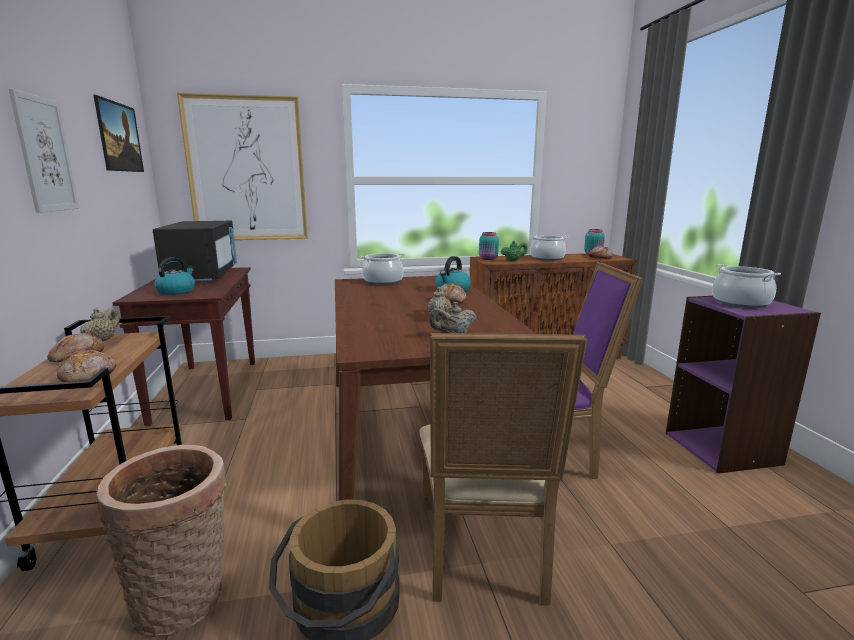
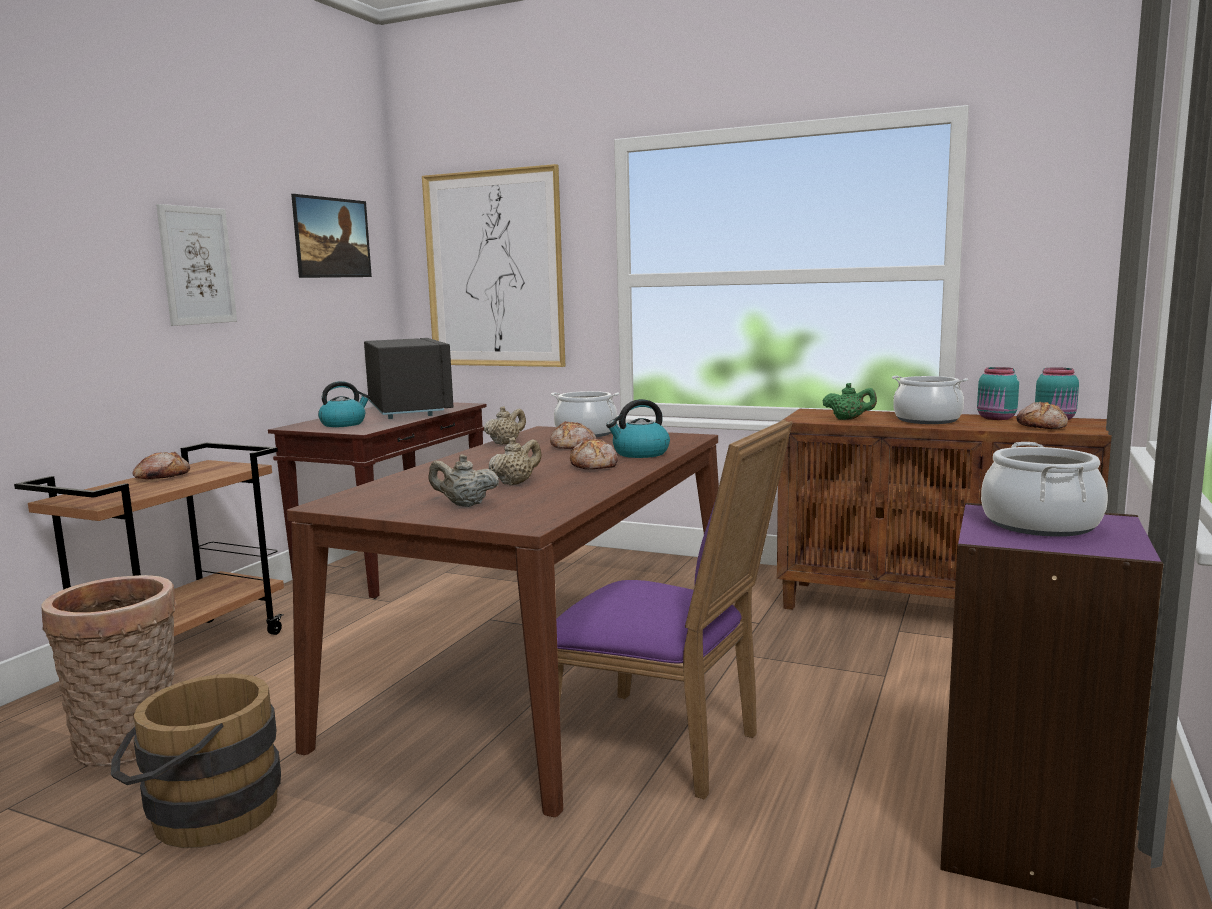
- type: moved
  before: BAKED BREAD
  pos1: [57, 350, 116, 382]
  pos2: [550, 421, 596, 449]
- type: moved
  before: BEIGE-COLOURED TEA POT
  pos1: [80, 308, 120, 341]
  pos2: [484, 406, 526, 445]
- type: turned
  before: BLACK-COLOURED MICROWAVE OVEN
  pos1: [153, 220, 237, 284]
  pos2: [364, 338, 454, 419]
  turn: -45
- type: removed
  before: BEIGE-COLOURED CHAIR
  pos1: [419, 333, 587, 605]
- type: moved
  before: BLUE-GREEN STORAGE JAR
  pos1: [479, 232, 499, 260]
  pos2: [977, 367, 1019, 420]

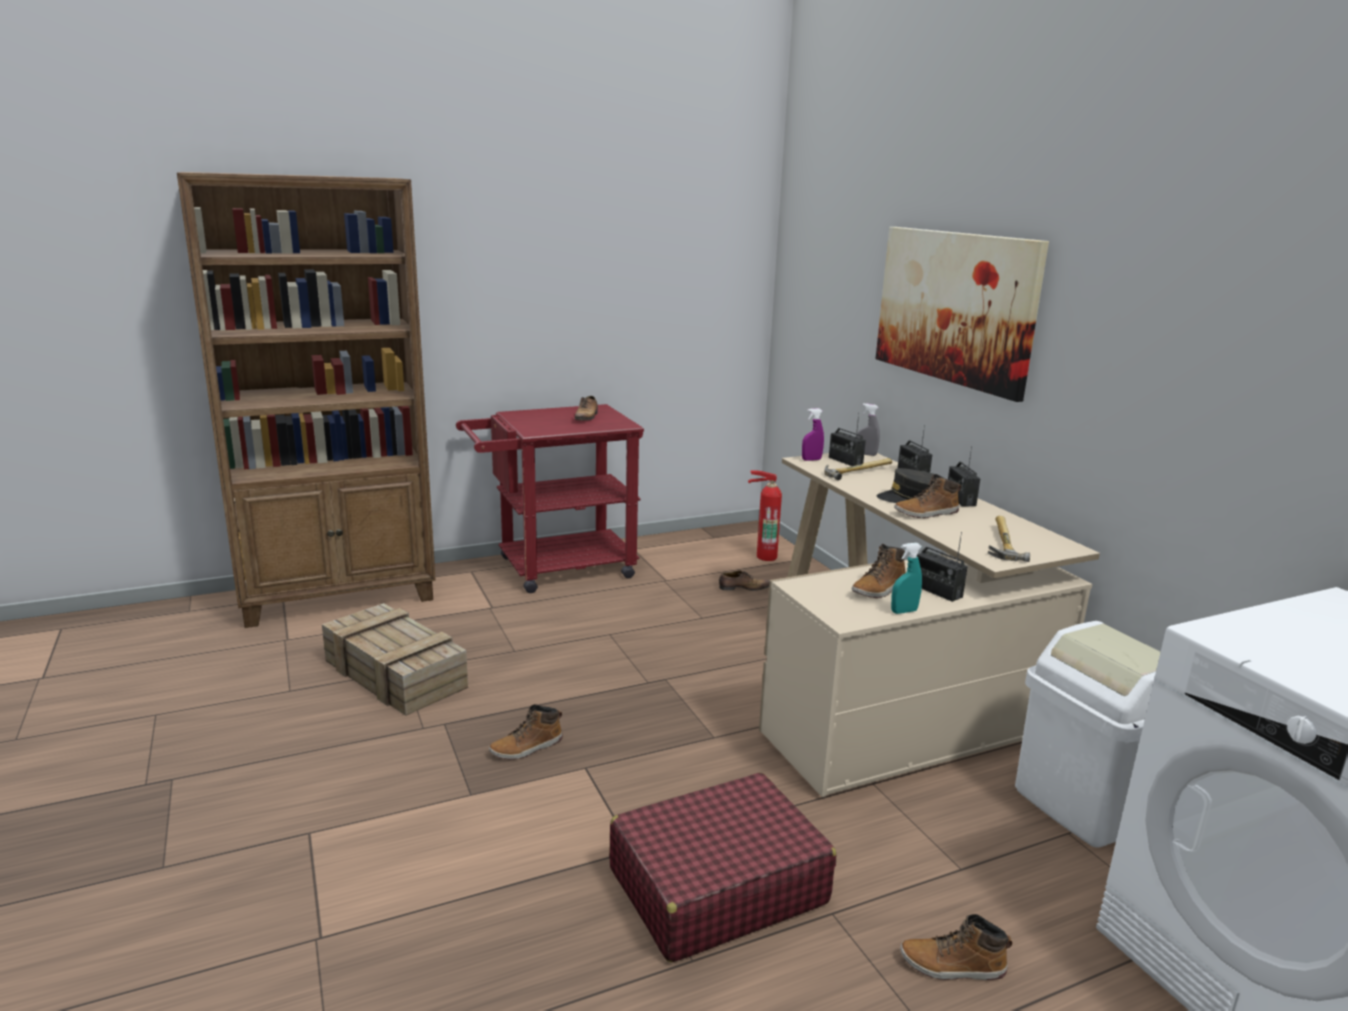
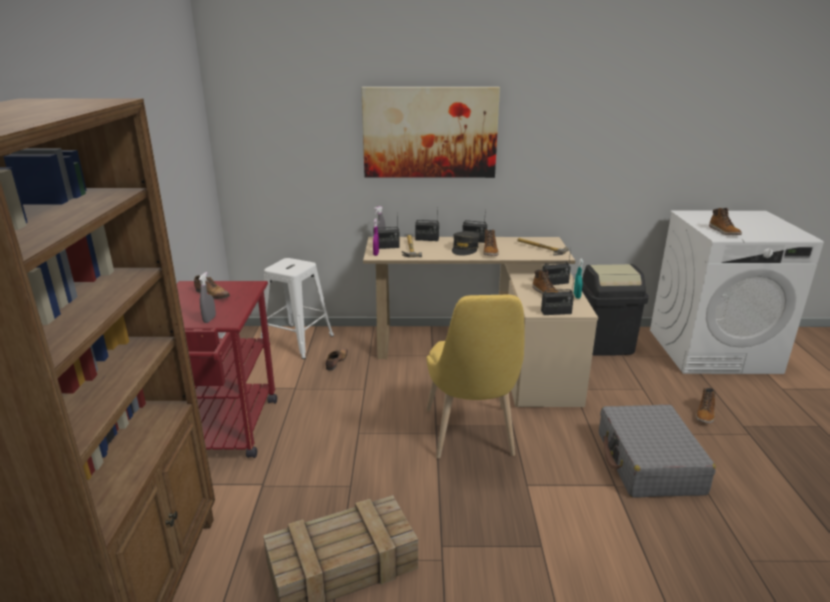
- type: moved
  before: BOOT
  pos1: [489, 704, 563, 760]
  pos2: [709, 208, 742, 235]
- type: recoloured
  before: REDDISH SUITCASE
  after: GREYISH SUITCASE
  pos1: [609, 772, 836, 962]
  pos2: [599, 404, 716, 497]
- type: replaced
  before: EXTINGUISHER
  after: WHITISH SITTING STOOL
  pos1: [748, 470, 782, 561]
  pos2: [261, 258, 334, 359]
- type: recoloured
  before: WHITISH WASTE BIN
  after: BLACK-COLOURED WASTE BIN
  pos1: [1015, 621, 1160, 848]
  pos2: [582, 264, 649, 356]
- type: added
  after: GREYISH SPRAY BOTTLE
  pos2: [198, 272, 216, 323]
- type: added
  after: YELLOW CHAIR
  pos2: [426, 295, 524, 458]
- type: added
  after: RADIO RECEIVER
  pos2: [541, 279, 574, 315]

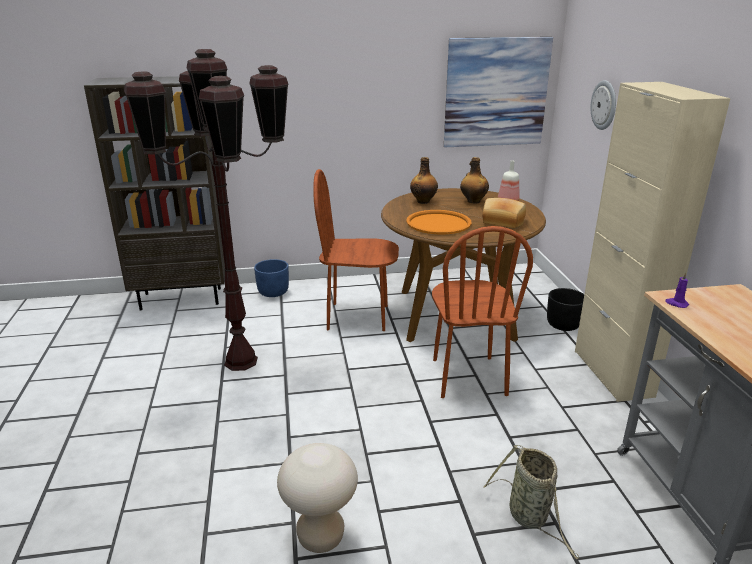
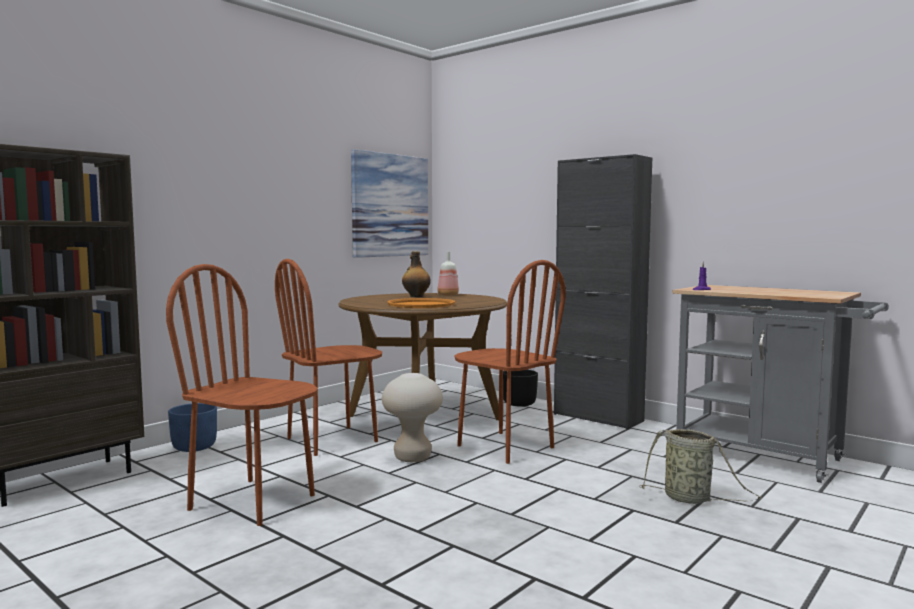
- type: replaced
  before: BROWN-COLOURED STANDING LAMP
  after: BROWN-COLOURED CHAIR
  pos1: [124, 49, 289, 371]
  pos2: [166, 264, 318, 526]
- type: moved
  before: BEIGE-COLOURED SITTING STOOL
  pos1: [277, 443, 358, 553]
  pos2: [382, 373, 443, 462]
- type: removed
  before: BEVERAGE BOTTLE
  pos1: [410, 157, 438, 204]
- type: removed
  before: BAKED BREAD
  pos1: [482, 198, 526, 228]
- type: recoloured
  before: BEIGE-COLOURED CUPBOARD
  after: BLACK-COLOURED CUPBOARD
  pos1: [575, 82, 730, 402]
  pos2: [554, 154, 652, 430]
- type: removed
  before: HANGING CLOCK
  pos1: [591, 80, 616, 130]

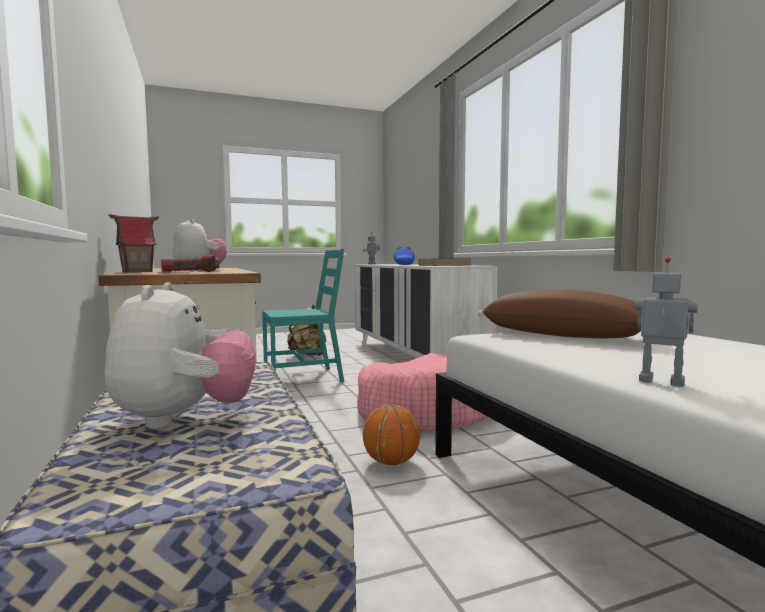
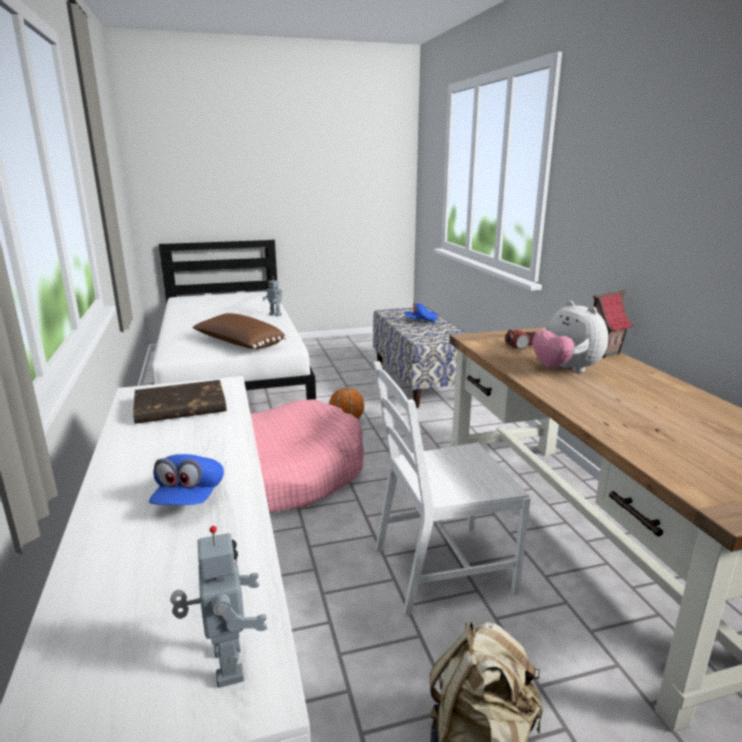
- type: replaced
  before: SOFT TOY
  after: BLUE-COLOURED PEAKED CAP
  pos1: [105, 282, 256, 429]
  pos2: [404, 301, 437, 322]
- type: recoloured
  before: BLUE-GREEN CHAIR
  after: WHITISH CHAIR
  pos1: [262, 249, 344, 382]
  pos2: [373, 361, 531, 616]

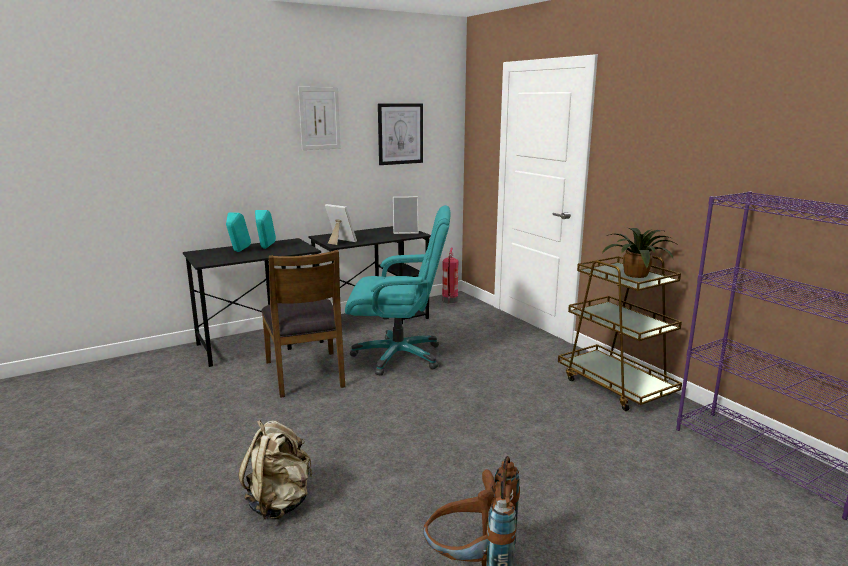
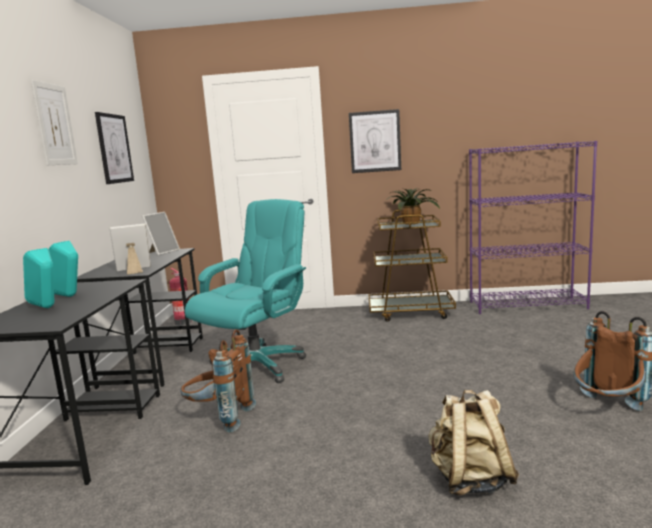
- type: replaced
  before: BROWN-COLOURED CHAIR
  after: BROWN-COLOURED BACKPACK
  pos1: [261, 250, 345, 398]
  pos2: [180, 329, 256, 432]
- type: added
  after: WALL PICTURE
  pos2: [349, 109, 401, 173]

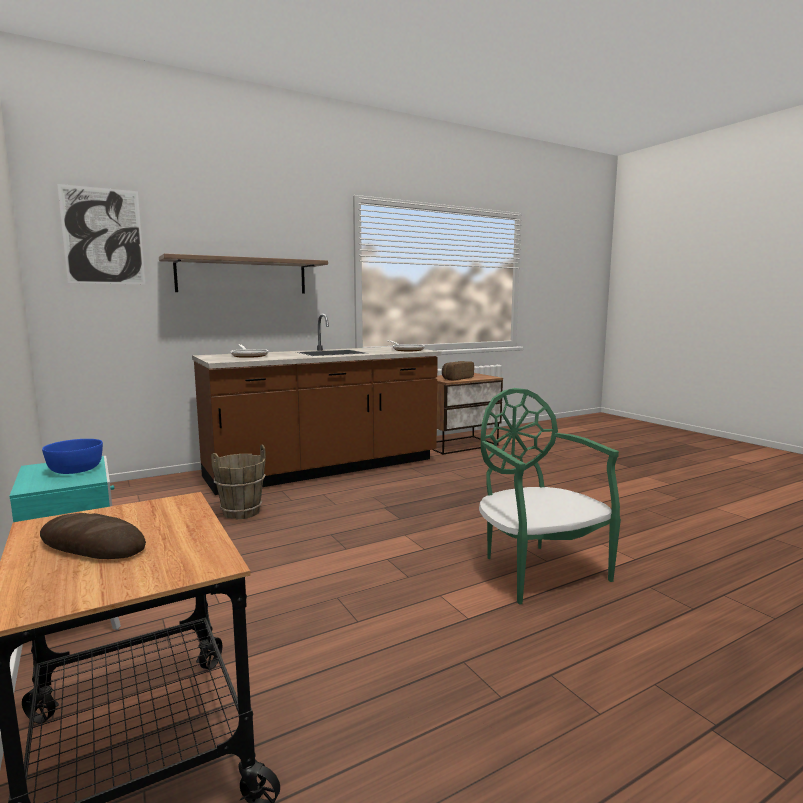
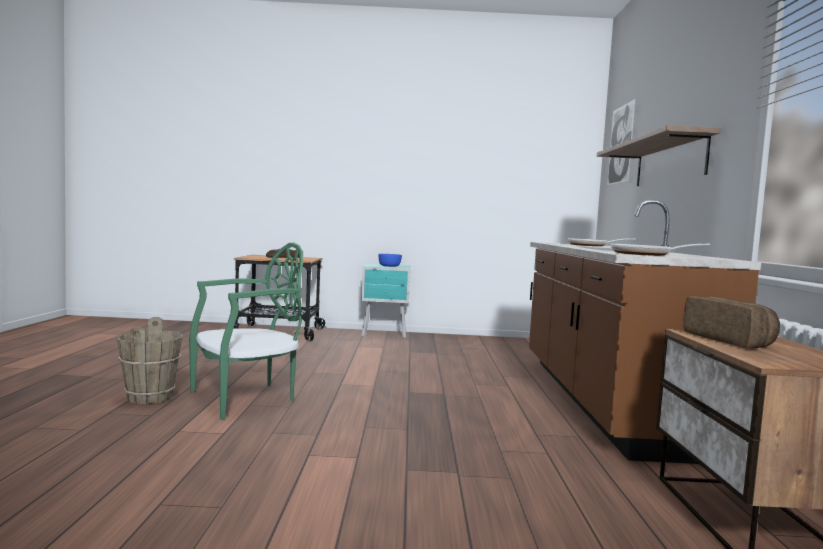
- type: moved
  before: BROWN-COLOURED WATER BUCKET
  pos1: [211, 445, 266, 520]
  pos2: [117, 317, 182, 404]
- type: turned
  before: GREEN-COLOURED CHAIR
  pos1: [479, 388, 621, 605]
  pos2: [189, 243, 303, 420]
  turn: -45

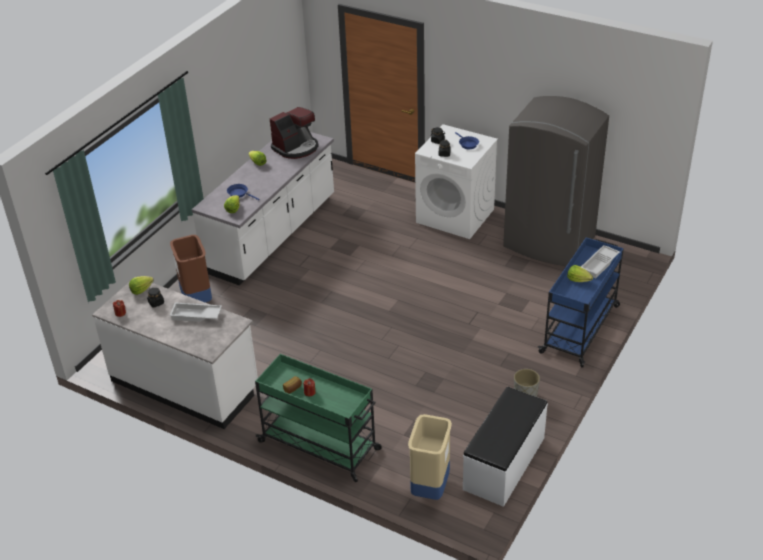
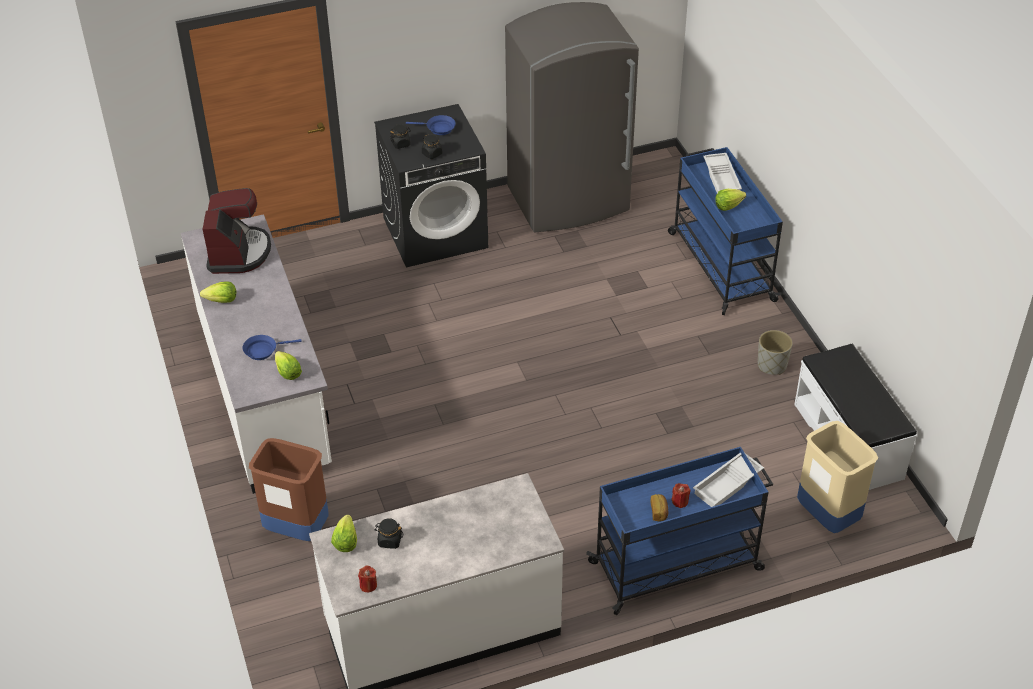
- type: moved
  before: WHITISH CARRYING TRAY
  pos1: [170, 302, 222, 322]
  pos2: [693, 452, 764, 507]
- type: recoloured
  before: GREEN-COLOURED CART
  after: BLUE-COLOURED CART
  pos1: [255, 354, 382, 482]
  pos2: [586, 447, 773, 615]
- type: recoloured
  before: WHITISH LAUNDRY MACHINE
  after: BLACK-COLOURED LAUNDRY MACHINE
  pos1: [415, 124, 498, 239]
  pos2: [374, 104, 488, 267]

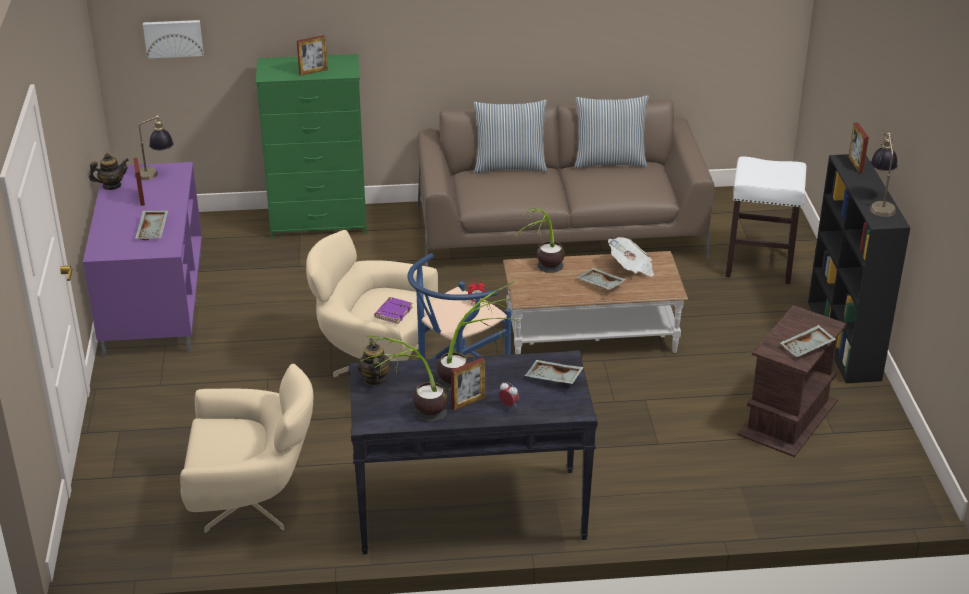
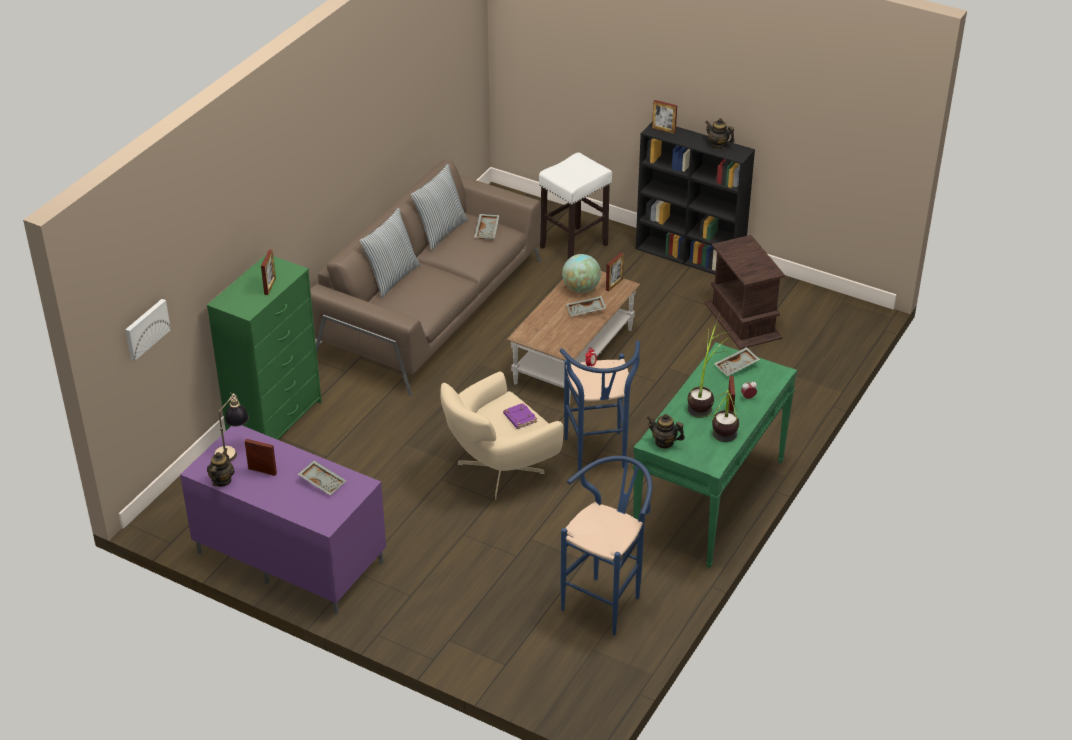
- type: replaced
  before: BEIGE-COLOURED ARMCHAIR
  after: BLUE-COLOURED SITTING STOOL
  pos1: [180, 364, 313, 533]
  pos2: [561, 456, 653, 636]
- type: recoloured
  before: BLACK-COLOURED CONSOLE TABLE
  after: GREEN-COLOURED CONSOLE TABLE
  pos1: [348, 350, 598, 555]
  pos2: [633, 342, 797, 568]
- type: removed
  before: PLANT IN A POT
  pos1: [515, 208, 564, 273]
- type: replaced
  before: NEWSPAPER
  after: WORLD GLOBE
  pos1: [608, 237, 654, 277]
  pos2: [562, 254, 601, 293]
- type: moved
  before: GREYISH CARRYING TRAY
  pos1: [780, 325, 836, 357]
  pos2: [474, 214, 500, 239]
- type: replaced
  before: TABLETOP LAMP
  after: TEA POT
  pos1: [870, 132, 898, 217]
  pos2: [706, 118, 735, 150]
- type: added
  after: PHOTO FRAME
  pos2: [606, 252, 624, 291]

